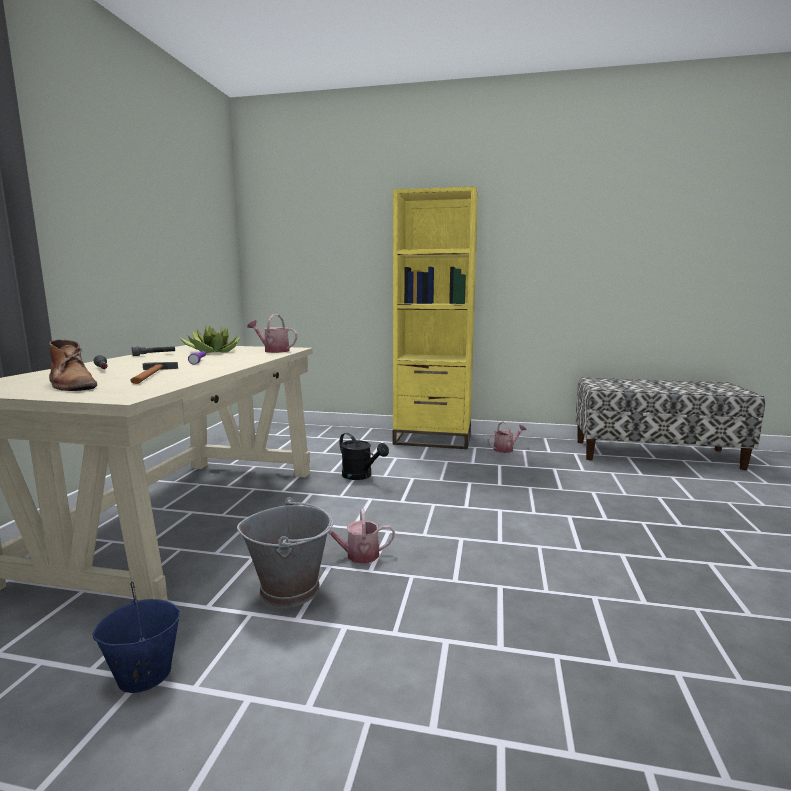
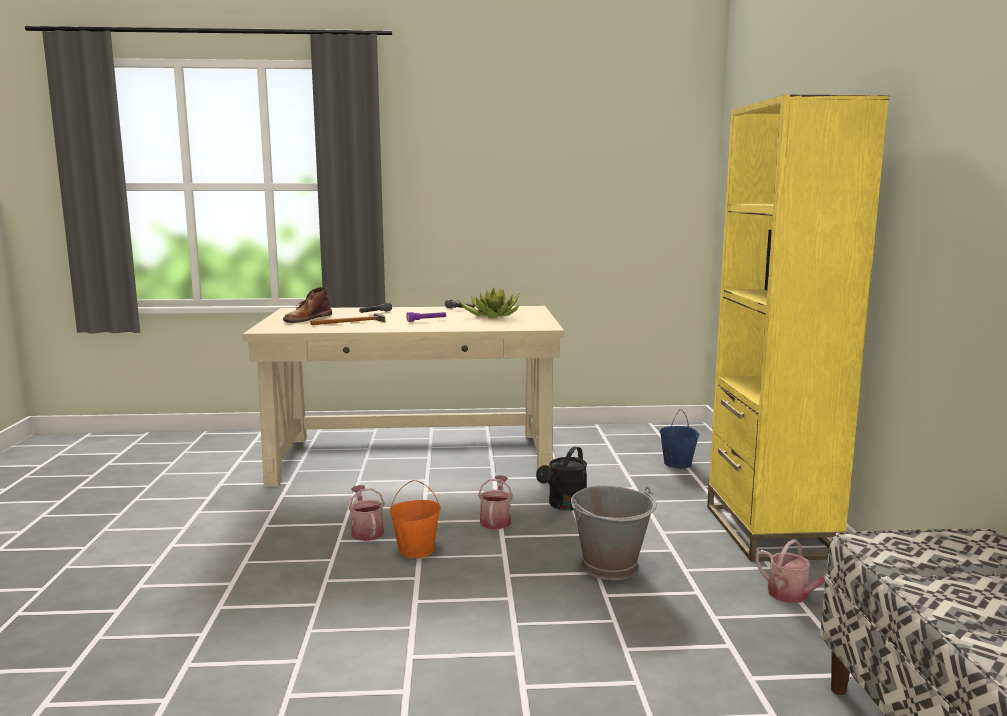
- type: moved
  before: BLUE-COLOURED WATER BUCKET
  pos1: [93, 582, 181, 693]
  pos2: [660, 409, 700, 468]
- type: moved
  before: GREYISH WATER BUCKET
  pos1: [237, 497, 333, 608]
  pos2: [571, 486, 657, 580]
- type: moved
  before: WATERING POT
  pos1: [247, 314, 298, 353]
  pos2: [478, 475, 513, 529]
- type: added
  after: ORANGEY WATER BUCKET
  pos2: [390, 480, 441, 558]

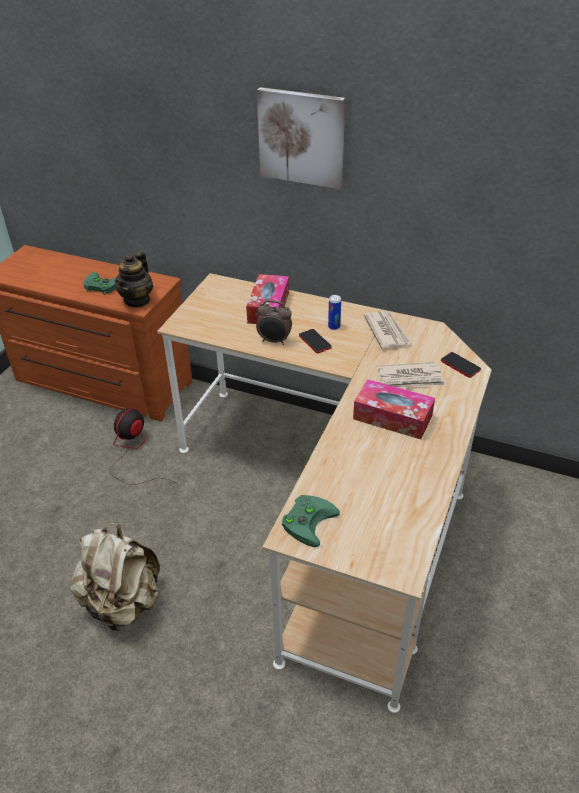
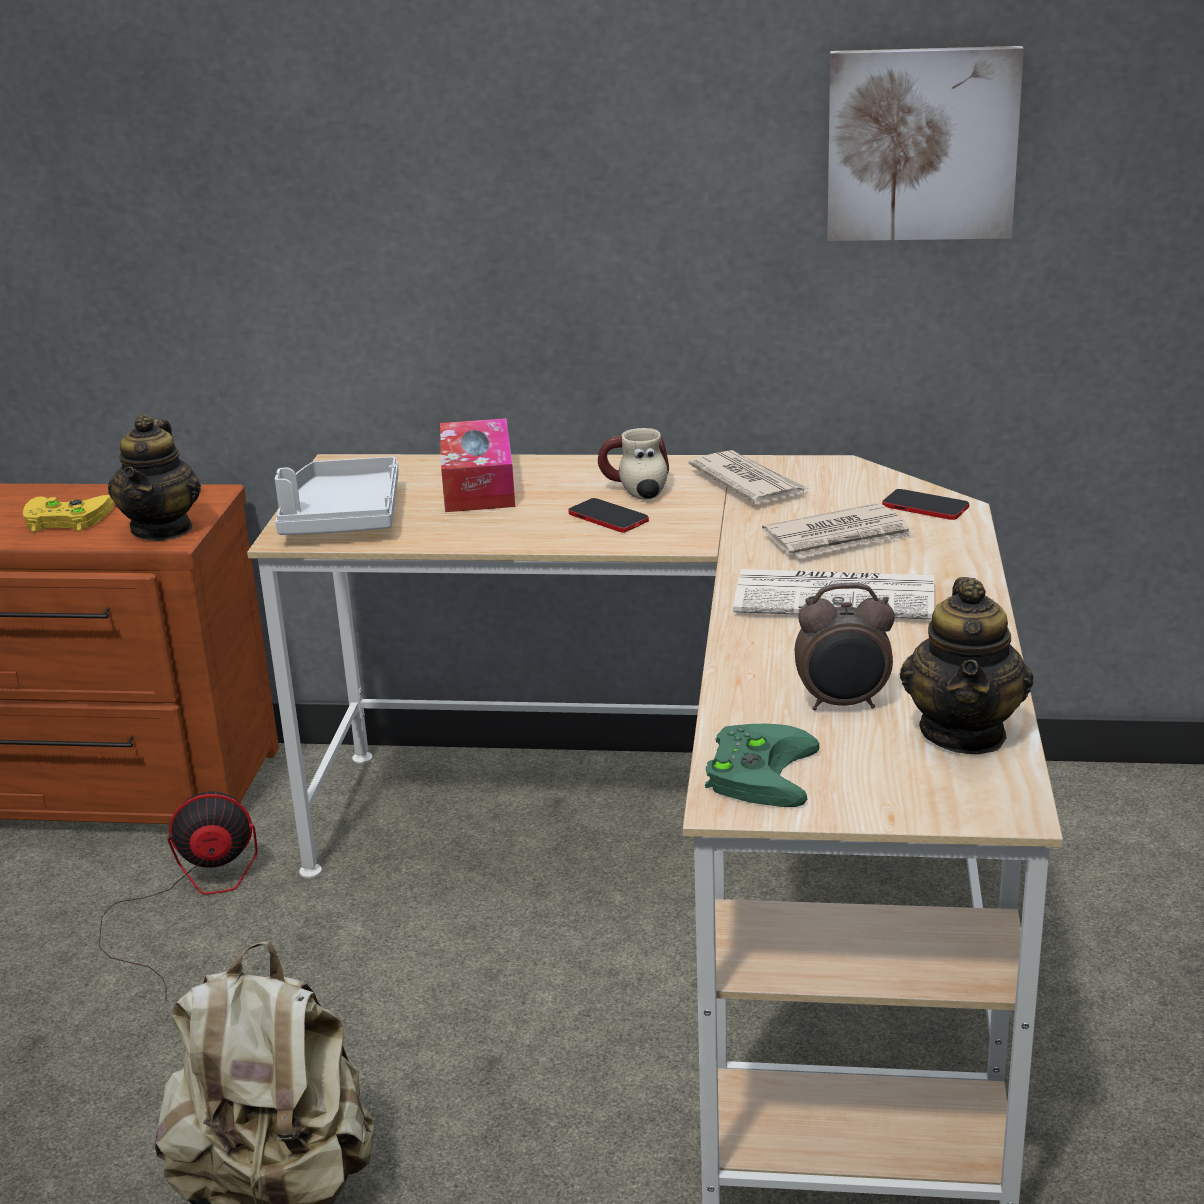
- type: recoloured
  before: GREEN-COLOURED JOYPAD
  after: YELLOW JOYPAD
  pos1: [83, 272, 116, 295]
  pos2: [23, 495, 114, 533]
- type: turned
  before: COOLING FAN
  pos1: [109, 408, 178, 485]
  pos2: [99, 792, 258, 1001]
  turn: 60
- type: moved
  before: ALARM CLOCK
  pos1: [256, 300, 292, 345]
  pos2: [795, 583, 895, 710]
- type: moved
  before: WALL PICTURE
  pos1: [257, 87, 345, 189]
  pos2: [827, 46, 1024, 241]
- type: replaced
  before: METAL CAN
  after: TEA MUG
  pos1: [328, 295, 341, 330]
  pos2: [598, 428, 669, 499]
- type: replaced
  before: TISSUE HOLDER
  after: NEWSPAPER
  pos1: [353, 379, 435, 439]
  pos2: [733, 569, 934, 619]
- type: added
  after: GREYISH CARRYING TRAY
  pos2: [275, 457, 399, 535]
- type: added
  after: TEA POT
  pos2: [900, 577, 1034, 754]

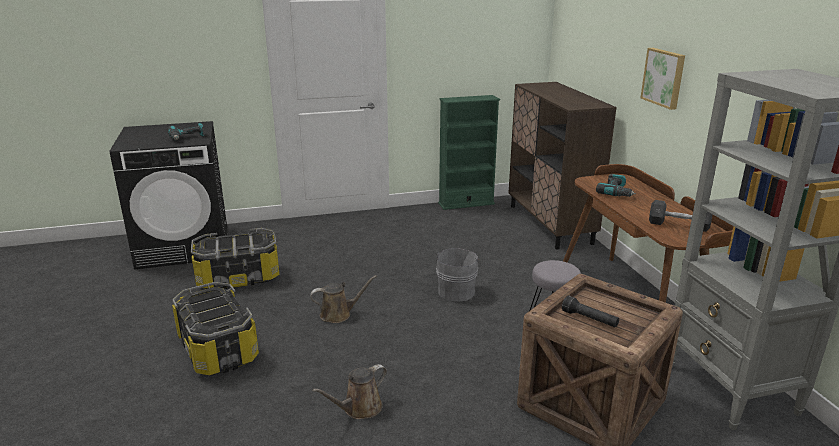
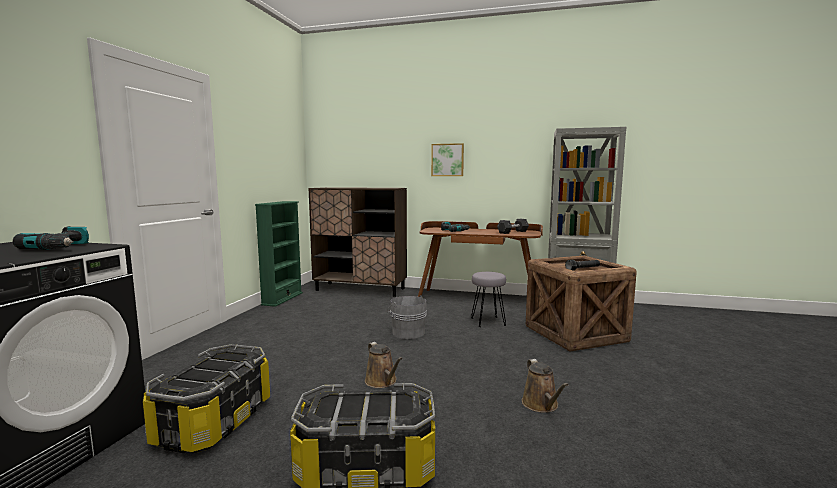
- type: turned
  before: BROWN-COLOURED WATERING POT
  pos1: [310, 276, 377, 323]
  pos2: [365, 342, 403, 388]
  turn: 135

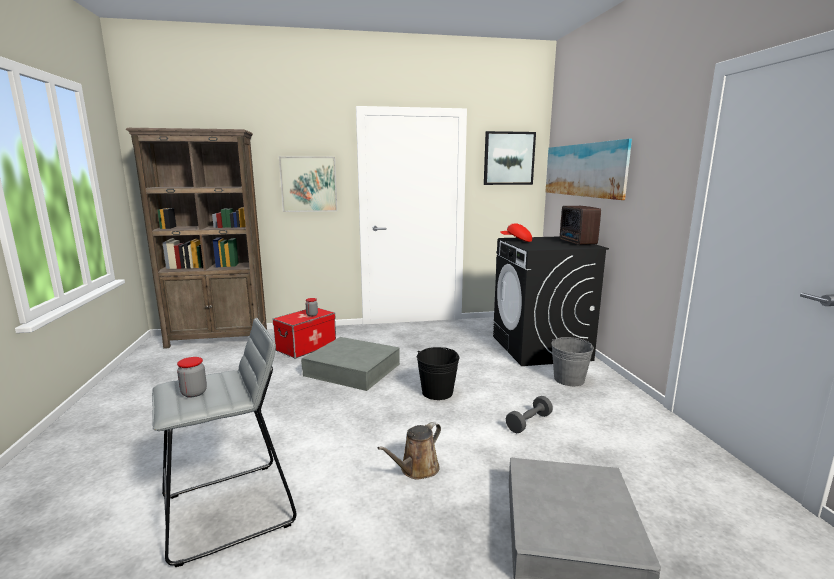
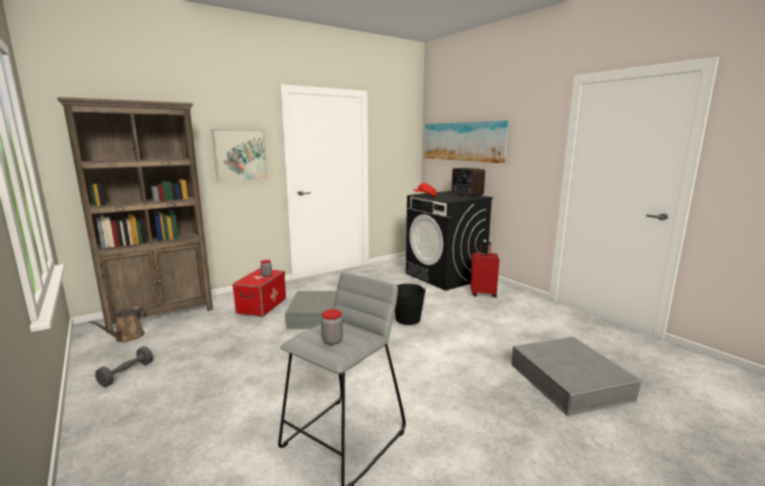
- type: moved
  before: BROWN-COLOURED WATERING POT
  pos1: [377, 422, 441, 480]
  pos2: [89, 307, 145, 342]
- type: removed
  before: WALL PICTURE
  pos1: [484, 131, 536, 185]
- type: moved
  before: GREYISH HAND WEIGHT
  pos1: [506, 396, 553, 433]
  pos2: [95, 347, 153, 387]
- type: replaced
  before: GREYISH WATER BUCKET
  after: REDDISH SUITCASE
  pos1: [551, 337, 594, 386]
  pos2: [470, 242, 499, 298]

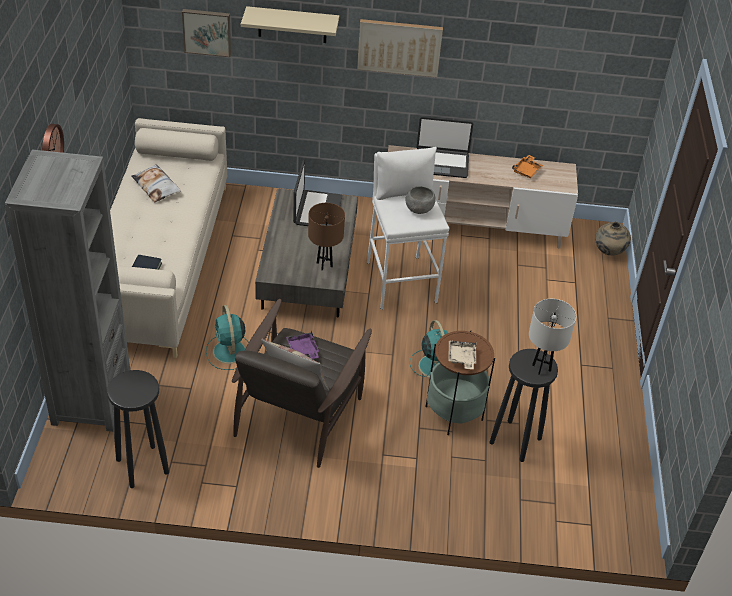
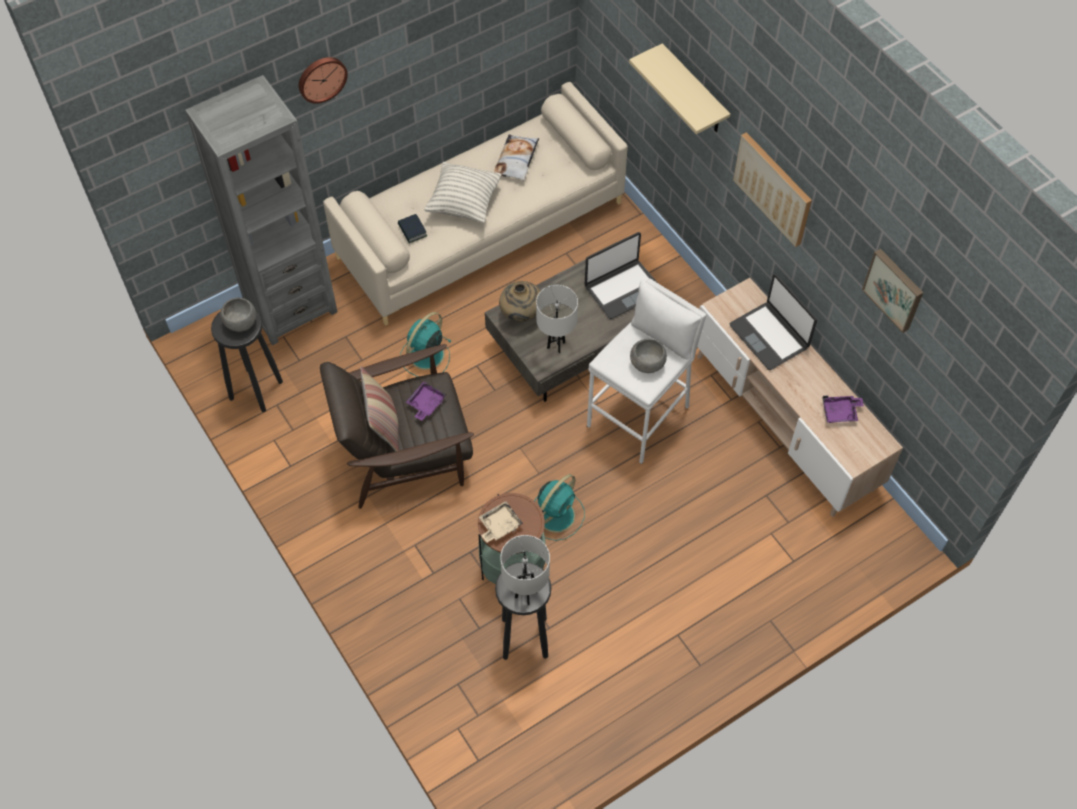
- type: moved
  before: WALL PICTURE
  pos1: [182, 9, 231, 57]
  pos2: [862, 249, 923, 333]
- type: recoloured
  before: BROWN-COLOURED TABLETOP LAMP
  after: WHITISH TABLETOP LAMP
  pos1: [308, 203, 345, 270]
  pos2: [536, 285, 578, 353]
- type: recoloured
  before: ORANGEY CARRYING TRAY
  after: PURPLE-COLOURED CARRYING TRAY
  pos1: [512, 155, 543, 178]
  pos2: [823, 395, 864, 423]
- type: moved
  before: BEIGE-COLOURED VASE
  pos1: [595, 222, 631, 256]
  pos2: [499, 281, 540, 322]
- type: added
  after: GREYISH BOWL
  pos2: [220, 298, 256, 332]
- type: added
  after: PILLOW
  pos2: [424, 162, 502, 223]

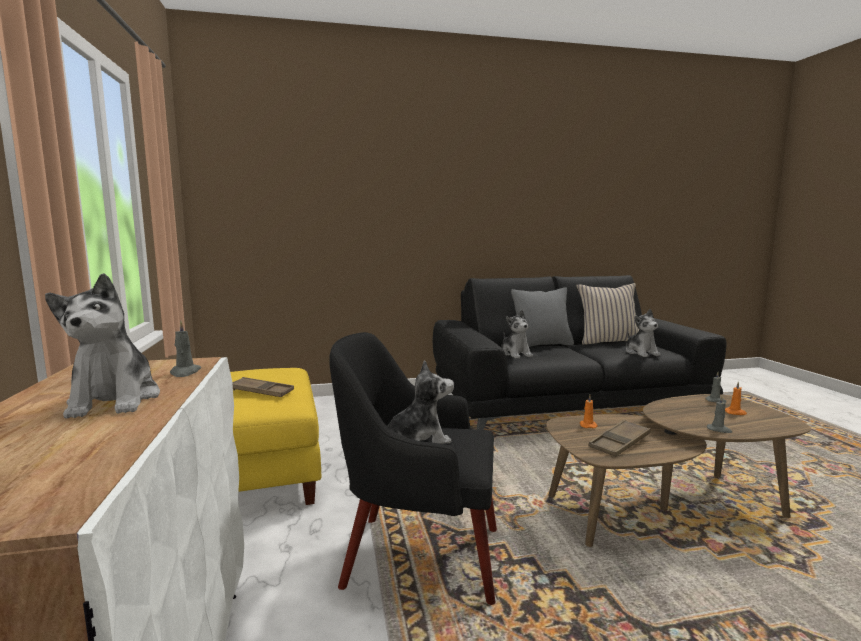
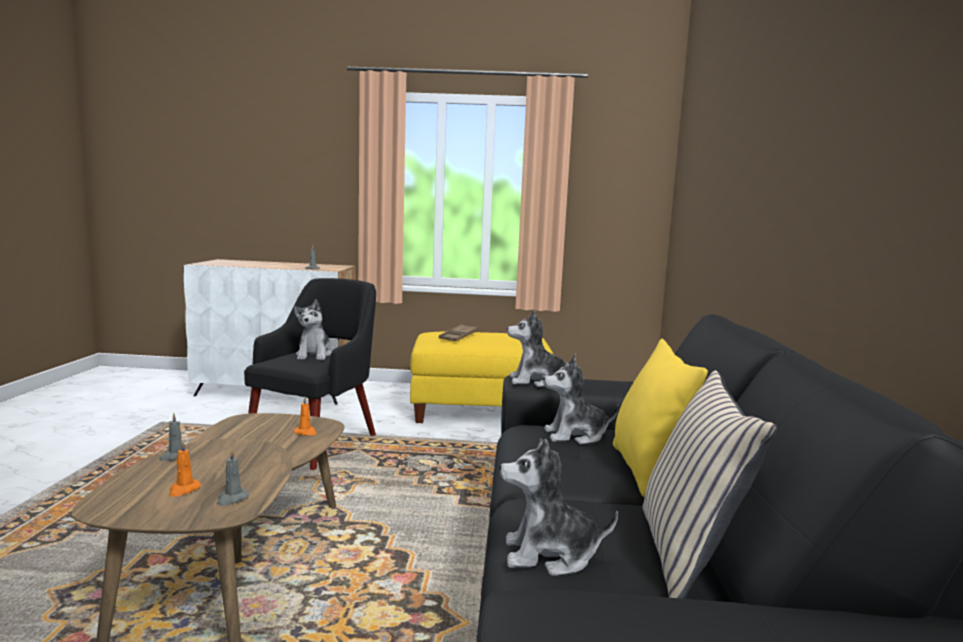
- type: moved
  before: SOFT TOY
  pos1: [45, 273, 160, 419]
  pos2: [507, 310, 576, 387]
- type: recoloured
  before: GREYISH PILLOW
  after: YELLOW PILLOW
  pos1: [511, 287, 574, 347]
  pos2: [613, 339, 708, 498]
- type: removed
  before: BROWN-COLOURED CARRYING TRAY
  pos1: [589, 420, 651, 457]

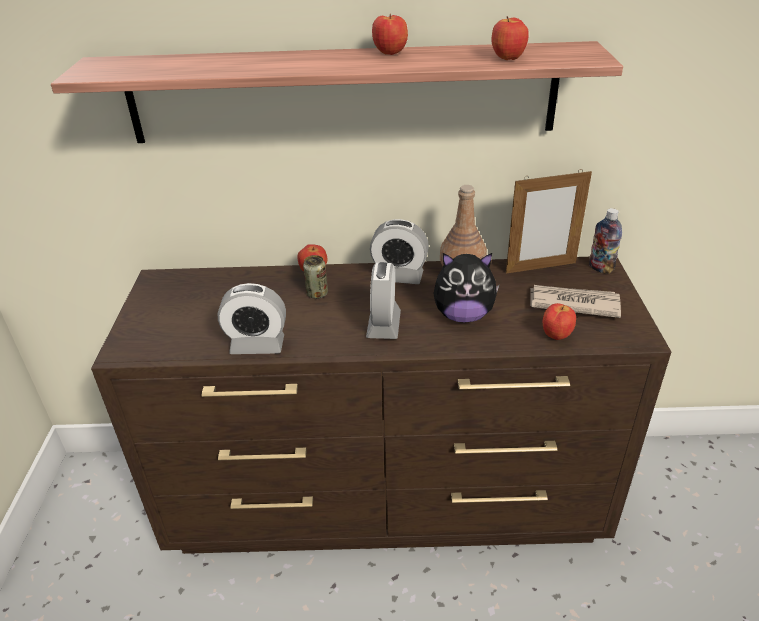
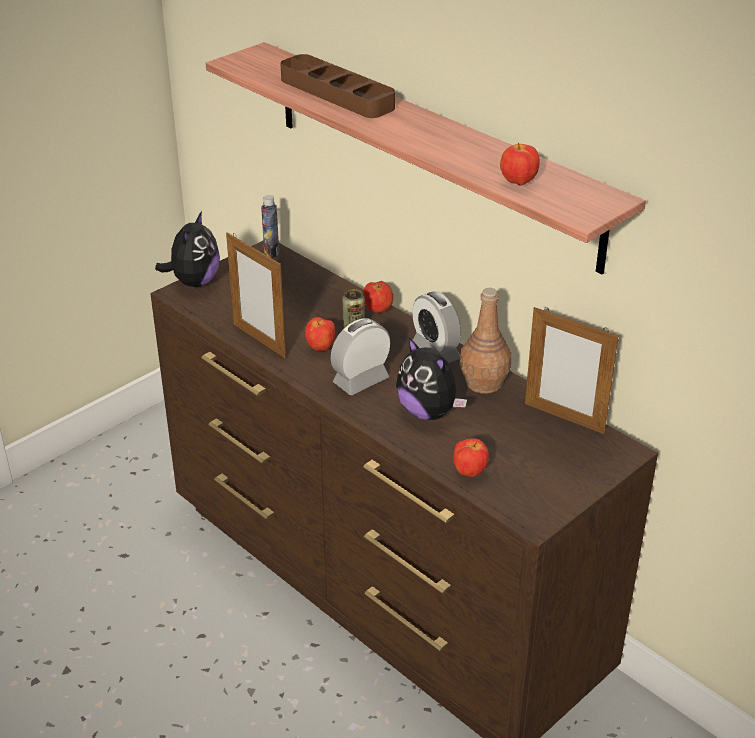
- type: replaced
  before: ALARM CLOCK
  after: PHOTO FRAME
  pos1: [218, 283, 286, 354]
  pos2: [226, 232, 286, 358]
- type: moved
  before: WHOLE APPLE
  pos1: [372, 14, 408, 55]
  pos2: [305, 317, 335, 351]
- type: removed
  before: NEWSPAPER
  pos1: [530, 285, 621, 318]
- type: moved
  before: BEVERAGE BOTTLE
  pos1: [589, 208, 622, 274]
  pos2: [261, 195, 279, 258]
- type: added
  after: SOFT TOY
  pos2: [155, 211, 220, 287]
- type: added
  after: BROWN-COLOURED CARRYING TRAY
  pos2: [281, 54, 395, 118]

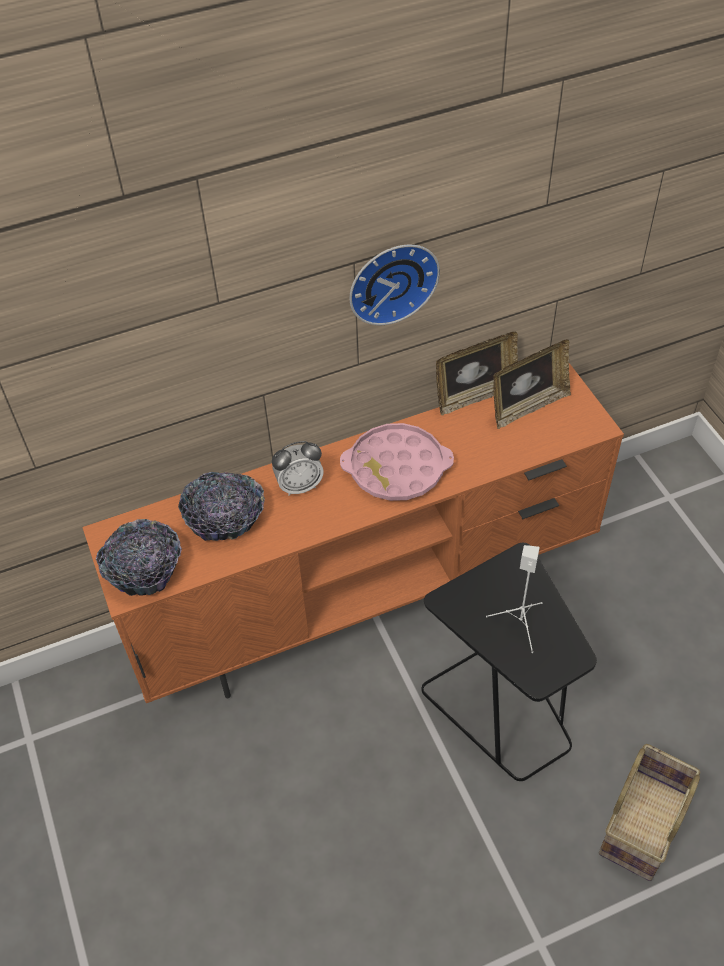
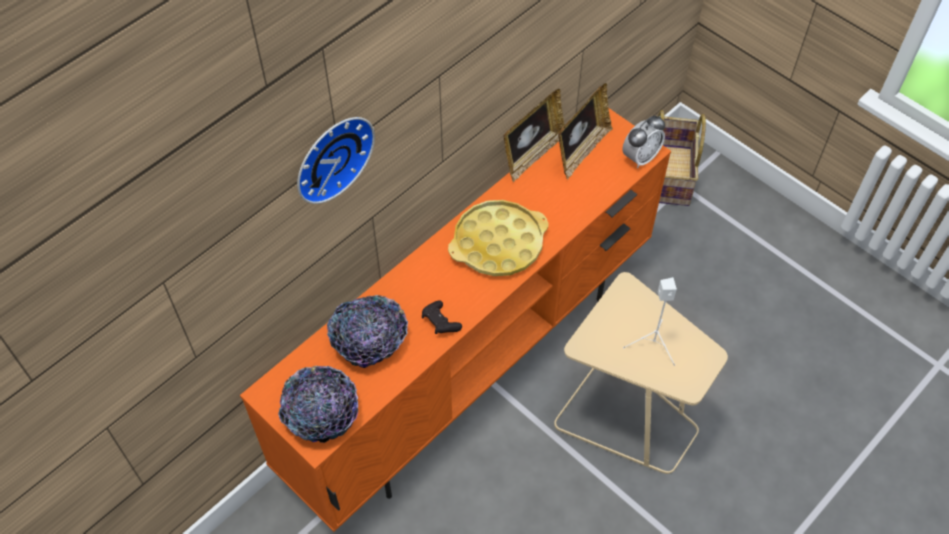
- type: moved
  before: ALARM CLOCK
  pos1: [272, 441, 324, 496]
  pos2: [622, 115, 665, 168]
- type: recoloured
  before: PINK-COLOURED CARRYING TRAY
  after: YELLOW CARRYING TRAY
  pos1: [340, 423, 454, 501]
  pos2: [448, 200, 549, 276]
- type: moved
  before: HANGING CLOCK
  pos1: [349, 244, 440, 325]
  pos2: [297, 117, 375, 204]
- type: recoloured
  before: BLACK-COLOURED END TABLE
  after: BEIGE-COLOURED END TABLE
  pos1: [422, 543, 597, 781]
  pos2: [554, 272, 728, 474]
- type: moved
  before: BASKET
  pos1: [599, 744, 700, 881]
  pos2: [658, 110, 706, 206]
- type: added
  after: BLACK-COLOURED JOYPAD
  pos2: [422, 300, 462, 334]

